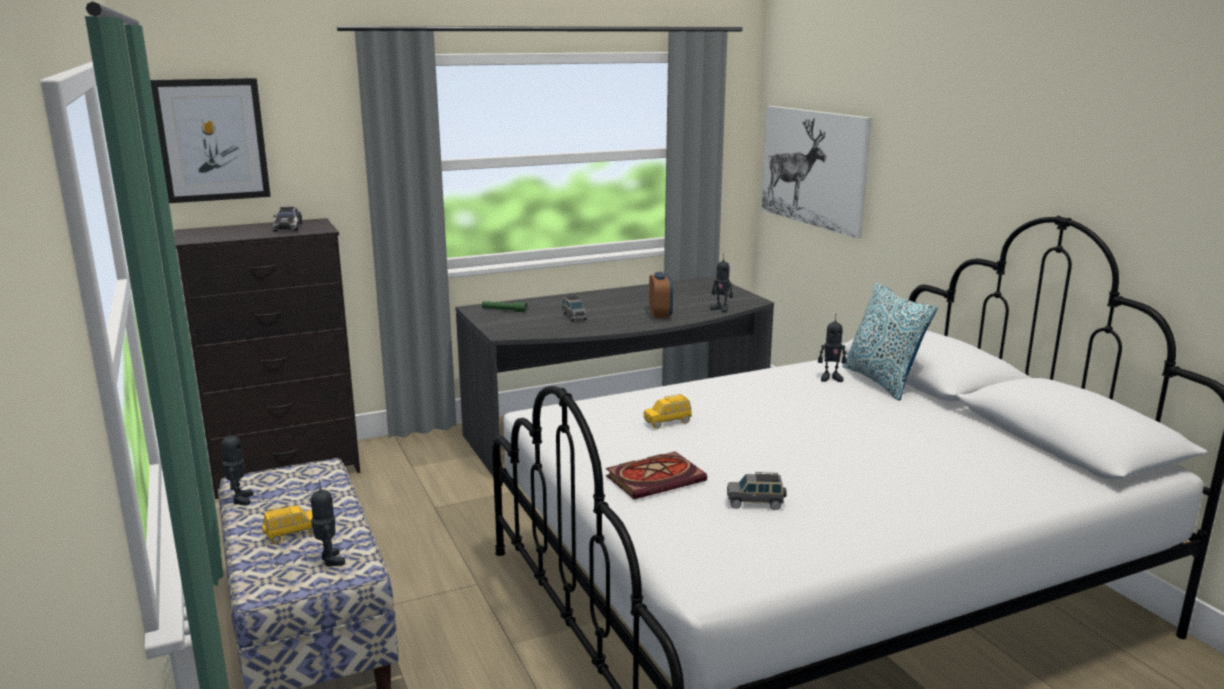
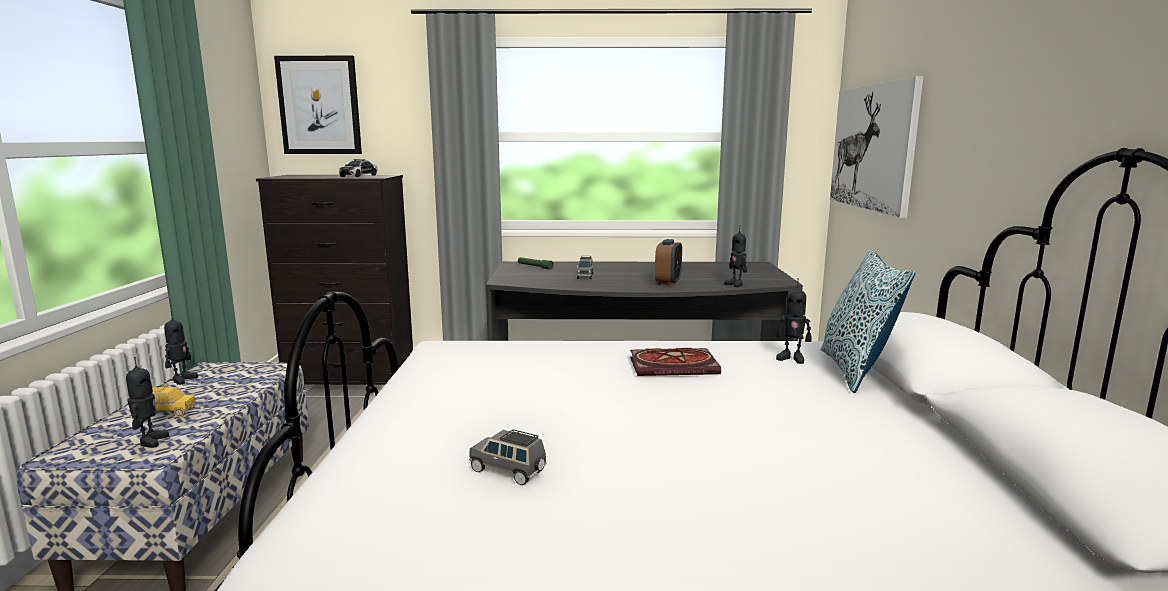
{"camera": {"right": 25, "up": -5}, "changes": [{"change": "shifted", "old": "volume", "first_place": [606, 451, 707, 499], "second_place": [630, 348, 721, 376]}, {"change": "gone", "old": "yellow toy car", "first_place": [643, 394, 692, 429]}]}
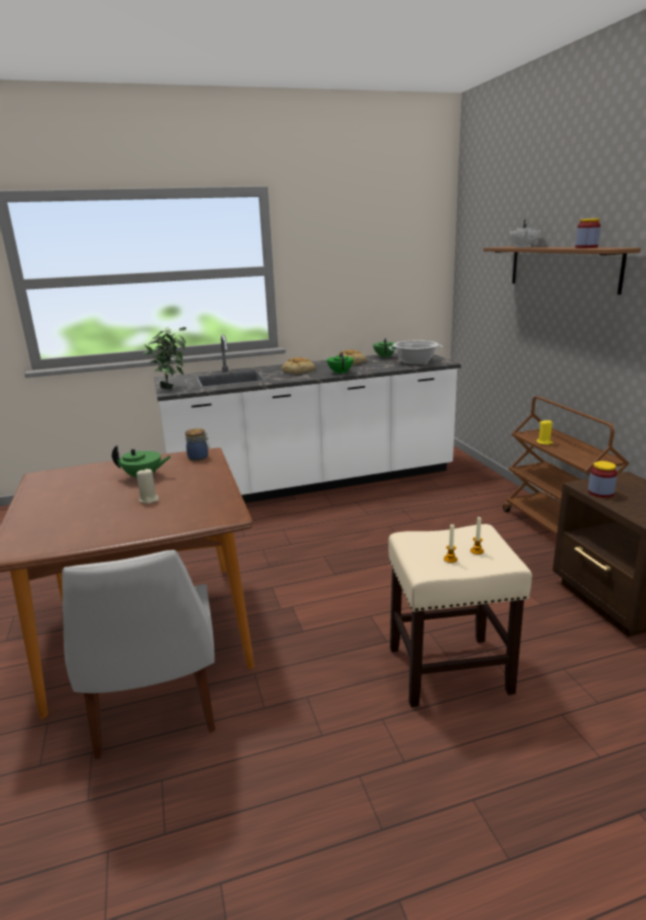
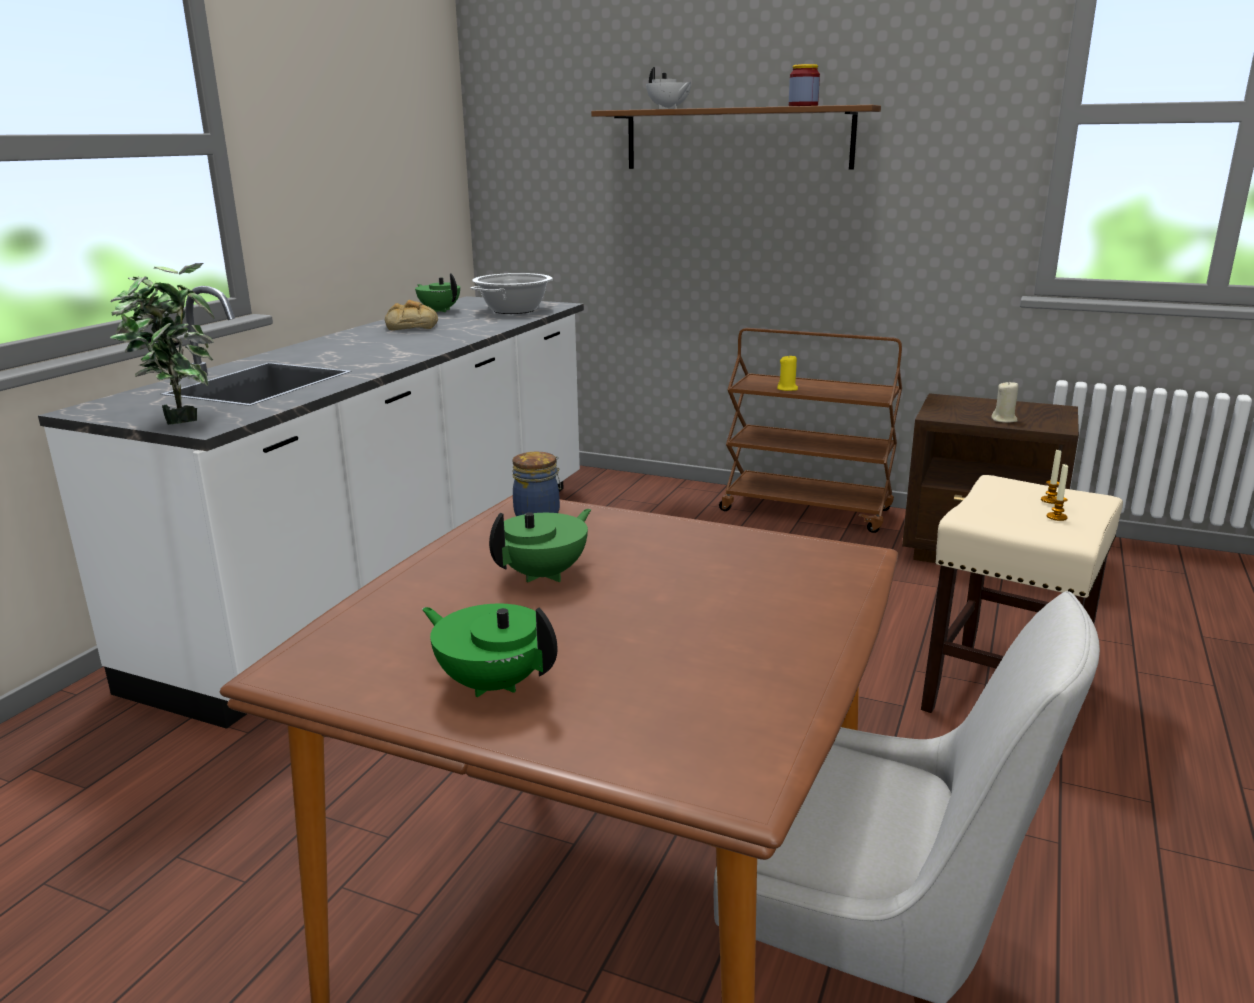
{"camera": {"right": -50, "up": 0}, "changes": [{"change": "shifted", "old": "beige-coloured wax candle", "first_place": [136, 469, 159, 504], "second_place": [991, 381, 1018, 423]}, {"change": "gone", "old": "bakery bread", "first_place": [281, 357, 316, 374]}, {"change": "shifted", "old": "green-coloured tea pot", "first_place": [327, 352, 354, 374], "second_place": [422, 604, 557, 697]}, {"change": "gone", "old": "jar", "first_place": [588, 461, 617, 498]}]}
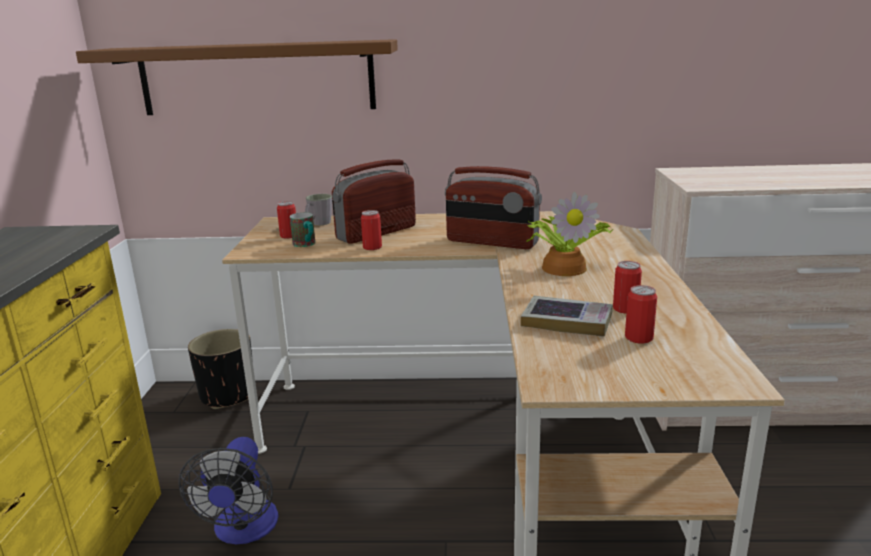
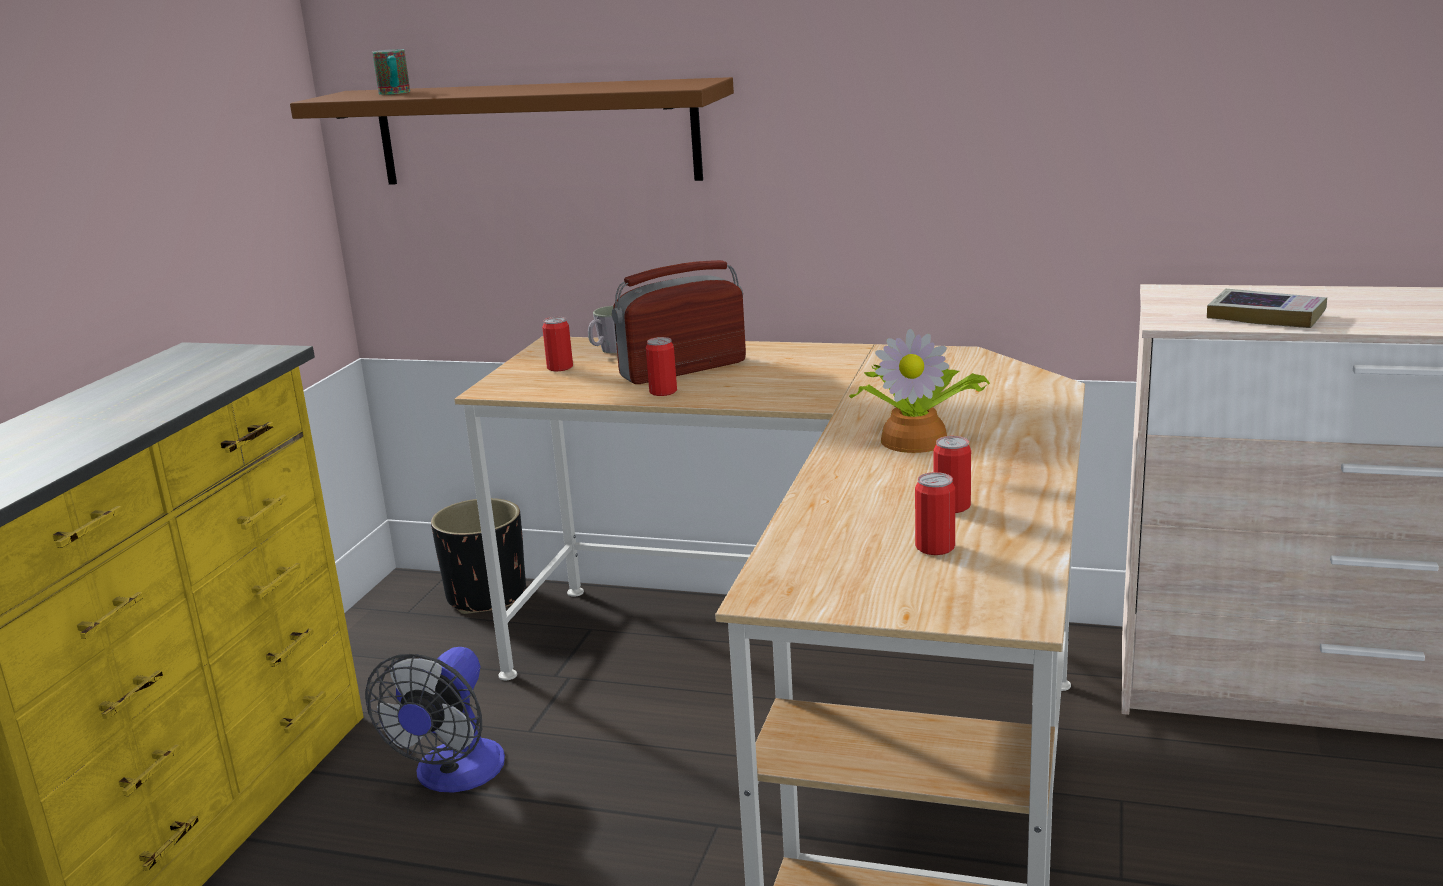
{"camera": {"right": 15, "up": 0}, "changes": [{"change": "shifted", "old": "tea mug", "first_place": [290, 212, 315, 247], "second_place": [372, 49, 410, 95]}, {"change": "gone", "old": "radio receiver", "first_place": [445, 166, 542, 249]}, {"change": "shifted", "old": "volume", "first_place": [521, 296, 613, 337], "second_place": [1207, 289, 1327, 328]}]}
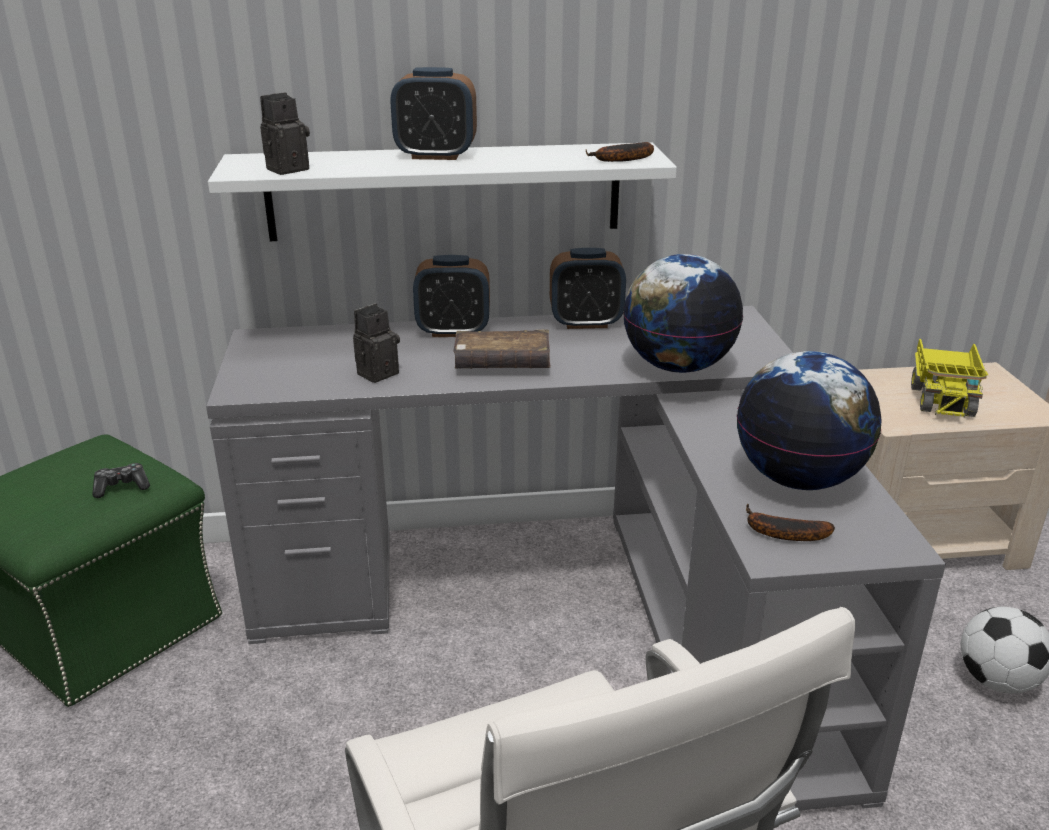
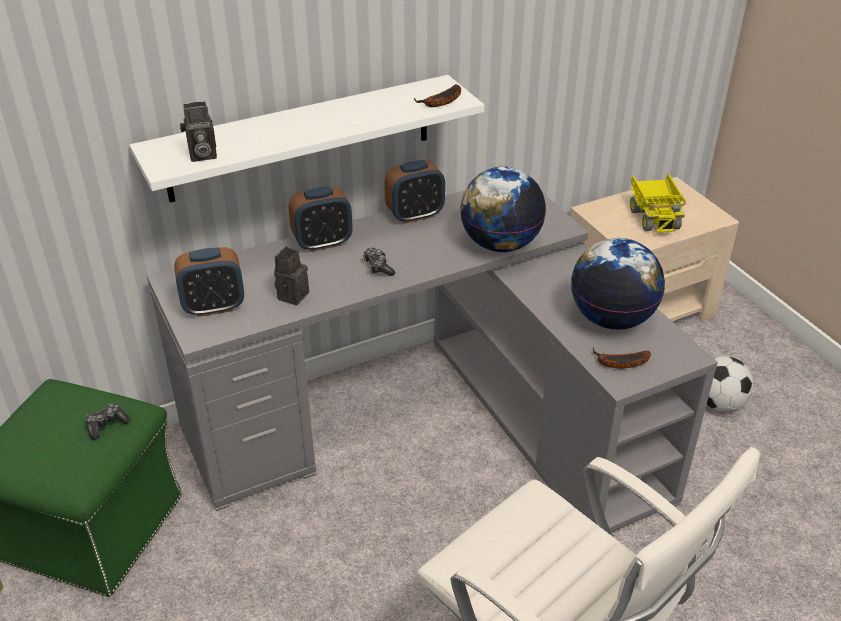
{"camera": {"right": -20, "up": 10}, "changes": [{"change": "rotated", "old": "photo camera", "first_place": [260, 92, 310, 175], "second_place": [180, 101, 217, 162], "degrees": -135}, {"change": "shifted", "old": "alarm clock", "first_place": [390, 67, 477, 160], "second_place": [174, 247, 244, 317]}, {"change": "swapped", "old": "brown-coloured volume", "new": "joypad", "first_place": [453, 329, 551, 369], "second_place": [363, 248, 395, 276]}]}
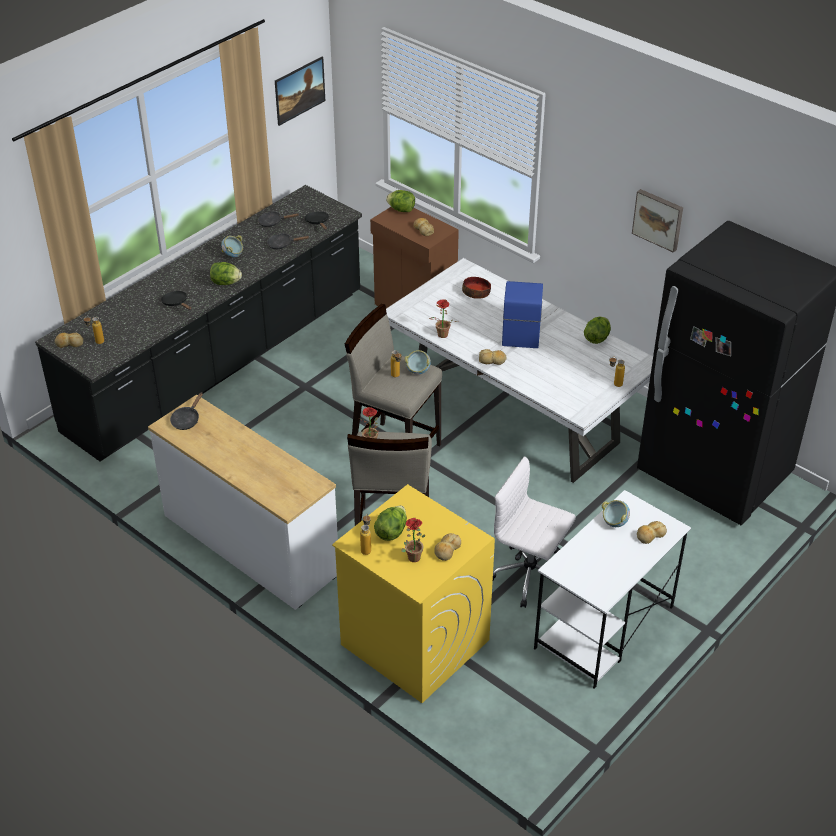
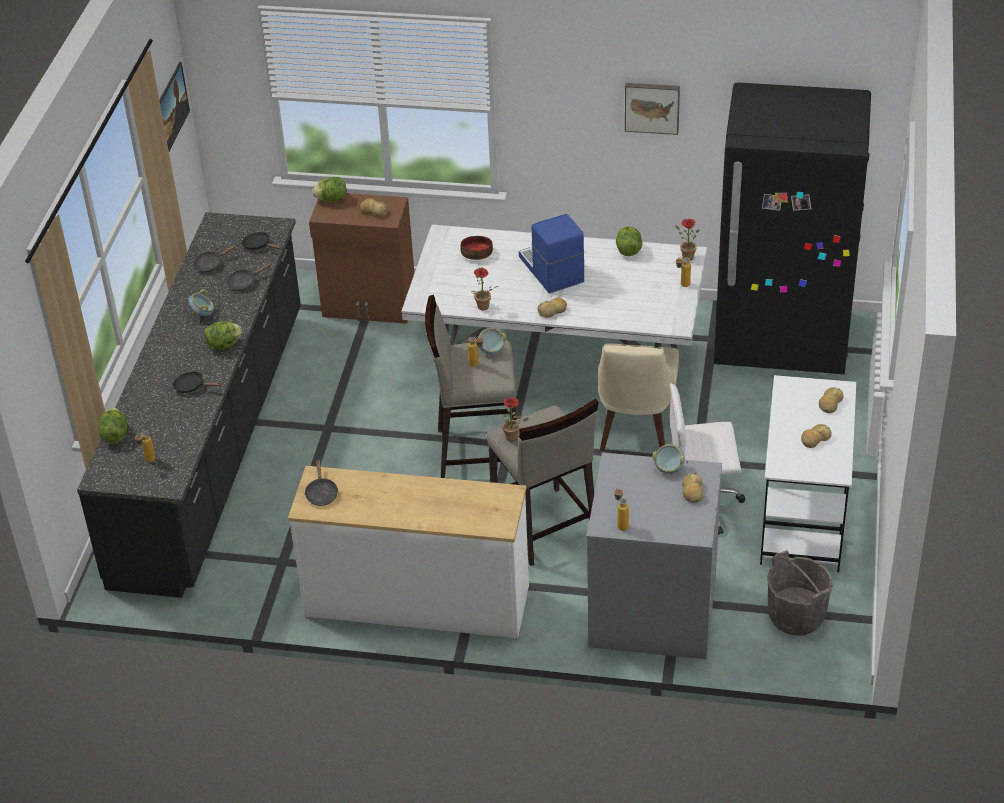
{"camera": {"right": -30, "up": 0}, "changes": [{"change": "shifted", "old": "bakery bread", "first_place": [55, 333, 83, 348], "second_place": [801, 424, 832, 448]}, {"change": "repainted", "old": "yellow laundry machine", "new": "greyish laundry machine", "first_place": [332, 484, 495, 703], "second_place": [587, 452, 722, 659]}, {"change": "shifted", "old": "lettuce head", "first_place": [374, 506, 407, 541], "second_place": [98, 408, 127, 444]}, {"change": "shifted", "old": "houseplant", "first_place": [401, 518, 426, 562], "second_place": [675, 219, 699, 261]}, {"change": "shifted", "old": "serving bowl", "first_place": [602, 500, 630, 527], "second_place": [653, 444, 685, 474]}, {"change": "new", "new": "beige-coloured plain chair", "second_place": [598, 343, 679, 451]}, {"change": "new", "new": "greyish pail", "second_place": [767, 550, 832, 636]}]}
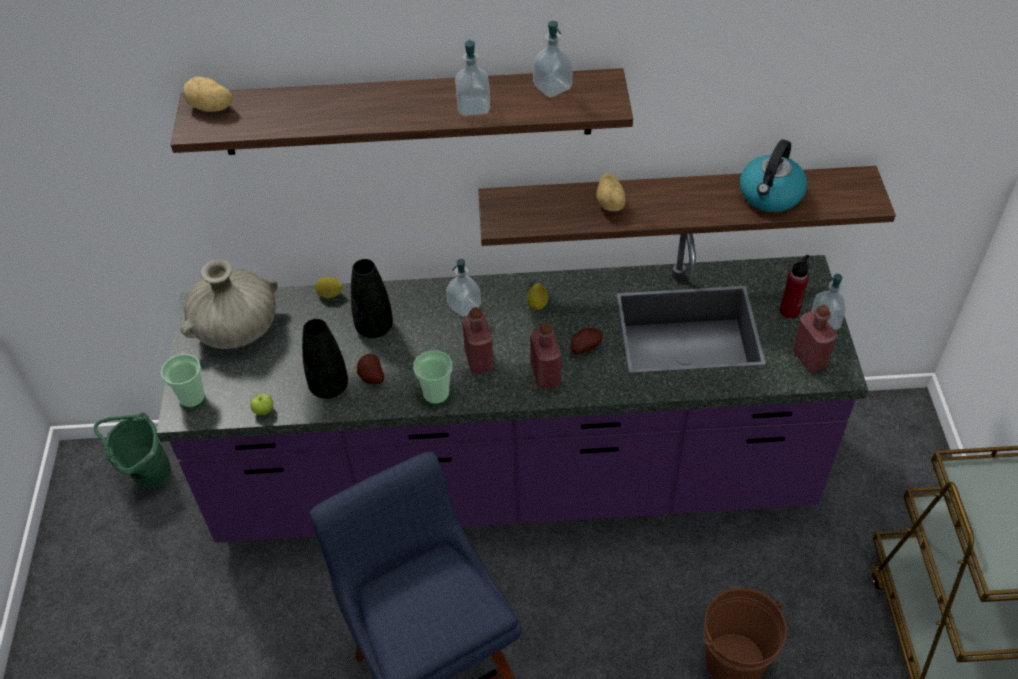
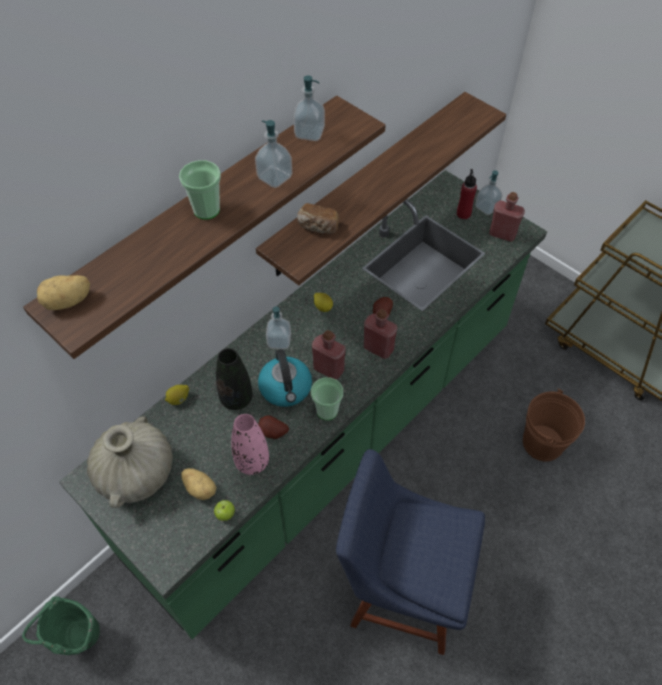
{"camera": {"right": -45, "up": 5}, "changes": [{"change": "repainted", "old": "purple-coloured counter", "new": "green-coloured counter", "first_place": [157, 234, 868, 543], "second_place": [59, 170, 547, 639]}, {"change": "shifted", "old": "cup", "first_place": [161, 354, 205, 408], "second_place": [179, 160, 221, 220]}, {"change": "repainted", "old": "black vase", "new": "pinkish vase", "first_place": [302, 319, 348, 399], "second_place": [231, 414, 269, 475]}, {"change": "shifted", "old": "spud", "first_place": [596, 173, 625, 211], "second_place": [181, 468, 217, 500]}, {"change": "shifted", "old": "kettle", "first_place": [740, 139, 807, 212], "second_place": [258, 349, 312, 407]}, {"change": "new", "new": "bakery bread", "second_place": [297, 203, 339, 234]}]}
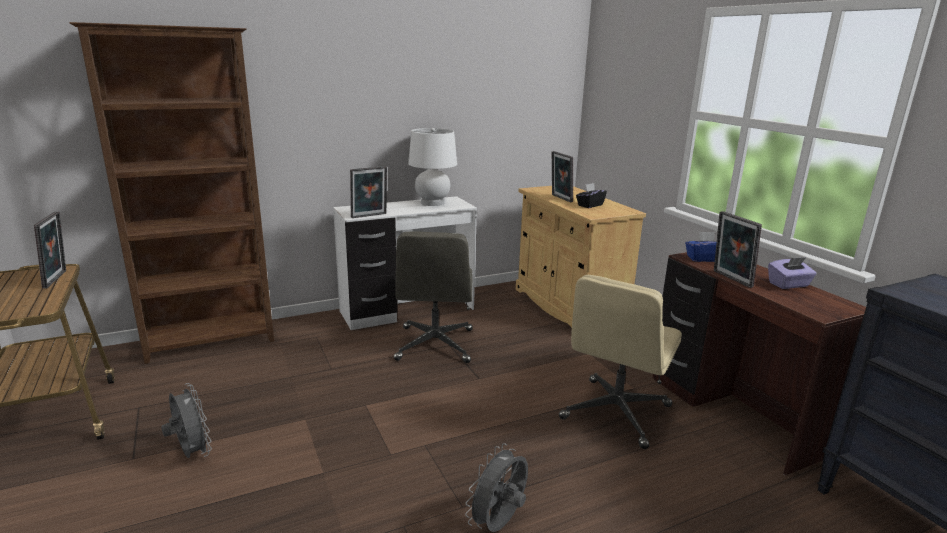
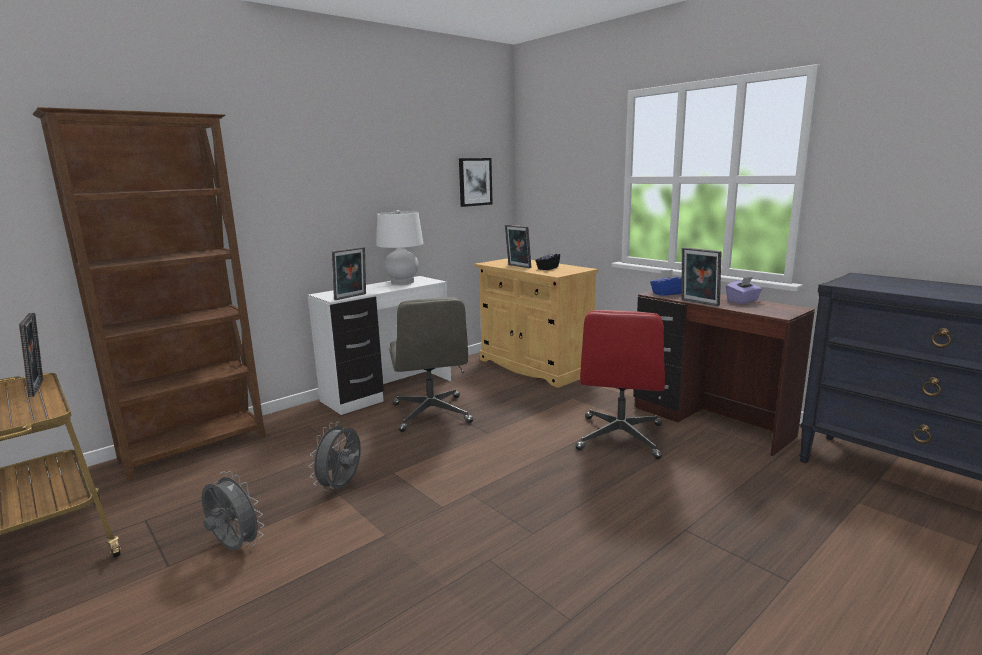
{"camera": {"right": -15, "up": -5}, "changes": [{"change": "shifted", "old": "greyish cooling fan", "first_place": [465, 443, 528, 532], "second_place": [309, 422, 361, 491]}, {"change": "repainted", "old": "beige-coloured office chair", "new": "red-coloured office chair", "first_place": [559, 275, 682, 449], "second_place": [575, 310, 665, 459]}, {"change": "new", "new": "wall art", "second_place": [459, 158, 493, 207]}]}
